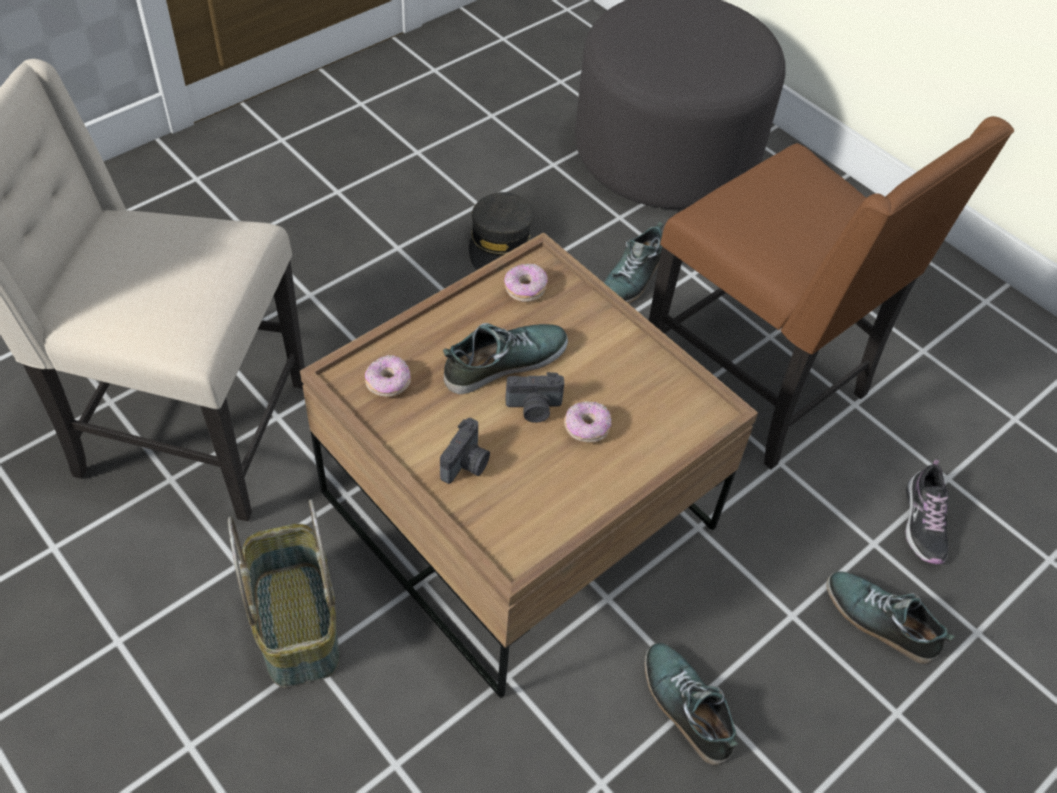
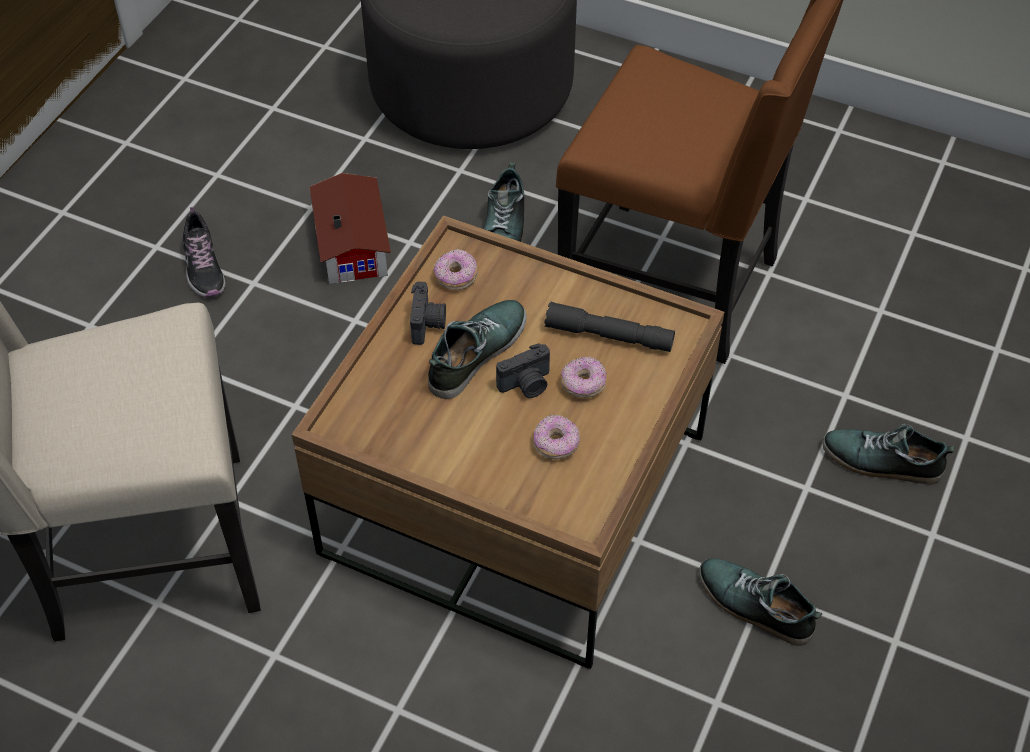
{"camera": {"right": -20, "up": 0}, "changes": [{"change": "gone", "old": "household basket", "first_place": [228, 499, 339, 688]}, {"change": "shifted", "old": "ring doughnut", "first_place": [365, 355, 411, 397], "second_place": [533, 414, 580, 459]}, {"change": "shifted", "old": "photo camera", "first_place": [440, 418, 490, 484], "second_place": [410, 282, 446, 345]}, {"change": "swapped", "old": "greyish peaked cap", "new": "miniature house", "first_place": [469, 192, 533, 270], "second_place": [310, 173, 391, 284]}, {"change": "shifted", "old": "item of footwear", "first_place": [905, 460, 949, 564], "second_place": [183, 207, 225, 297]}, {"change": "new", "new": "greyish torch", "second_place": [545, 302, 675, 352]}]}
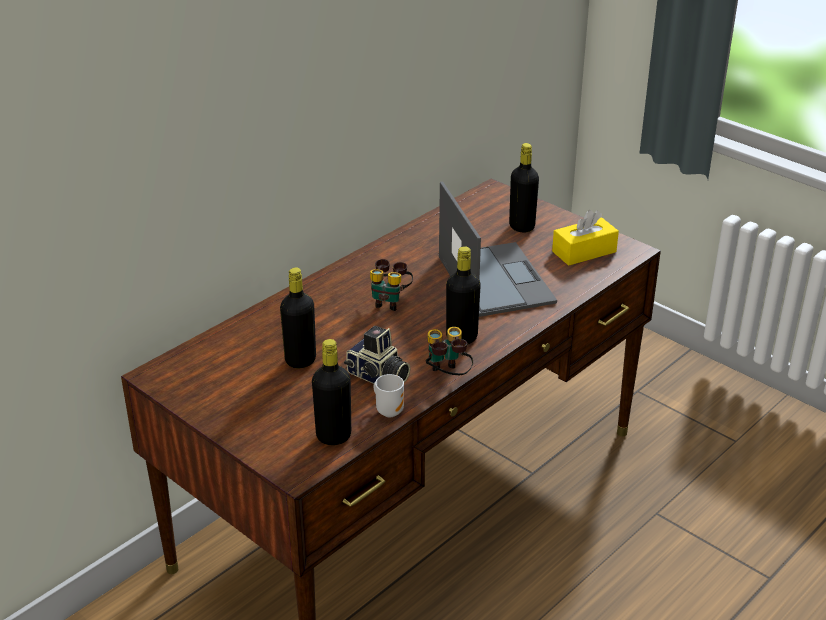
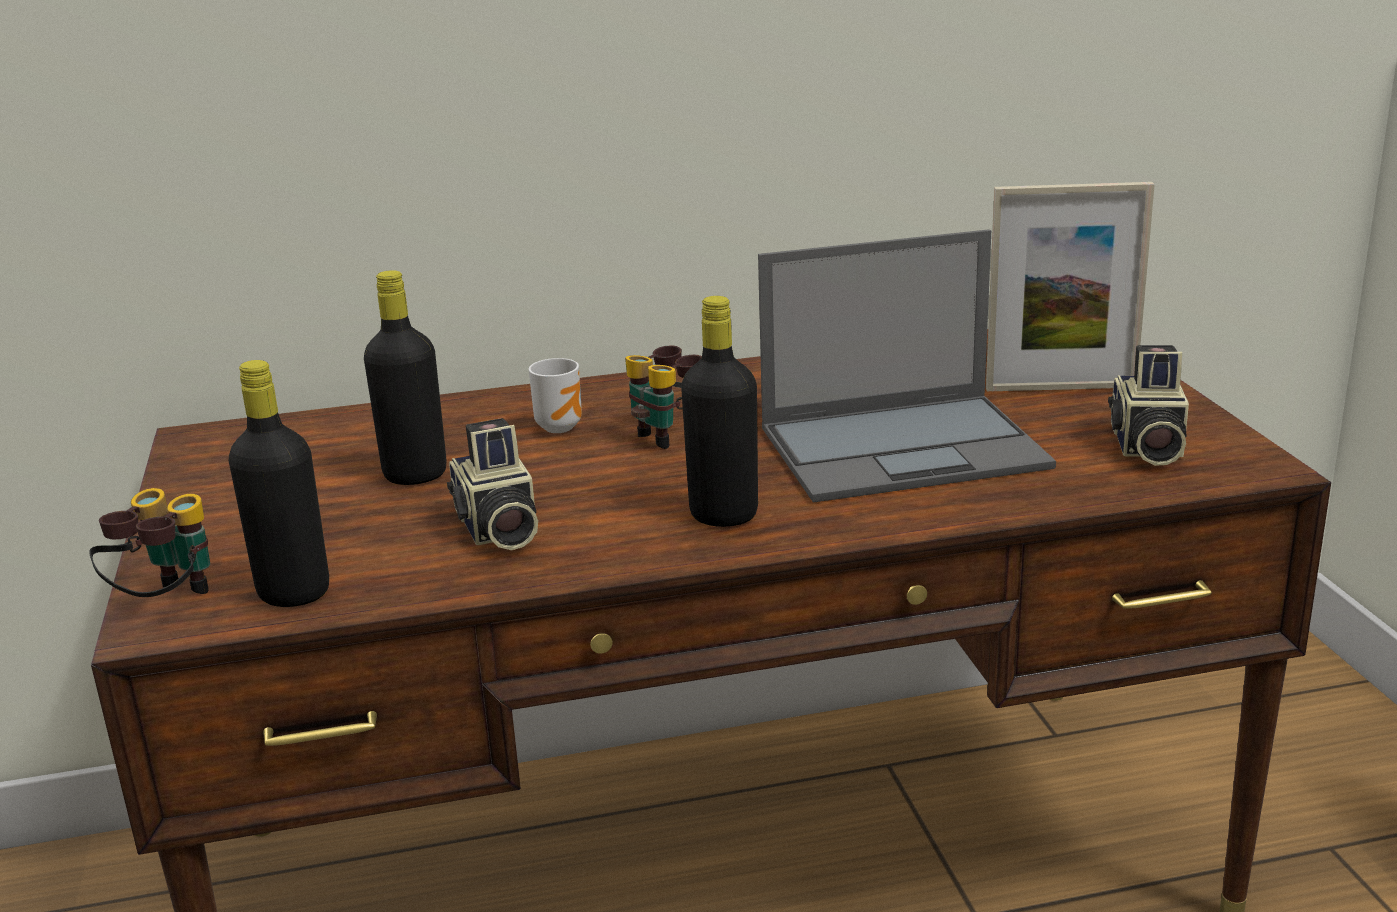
{"camera": {"right": 35, "up": -10}, "changes": [{"change": "shifted", "old": "tea mug", "first_place": [374, 374, 404, 417], "second_place": [529, 358, 582, 433]}, {"change": "shifted", "old": "pair of binoculars", "first_place": [425, 327, 473, 375], "second_place": [89, 488, 210, 597]}, {"change": "rotated", "old": "portable computer", "first_place": [439, 181, 557, 317], "second_place": [758, 229, 1056, 503], "degrees": 60}, {"change": "swapped", "old": "black drink bottle", "new": "photo frame", "first_place": [509, 143, 539, 232], "second_place": [986, 182, 1155, 391]}, {"change": "swapped", "old": "yellow tissue box", "new": "photo camera", "first_place": [552, 210, 619, 266], "second_place": [1108, 345, 1189, 466]}]}
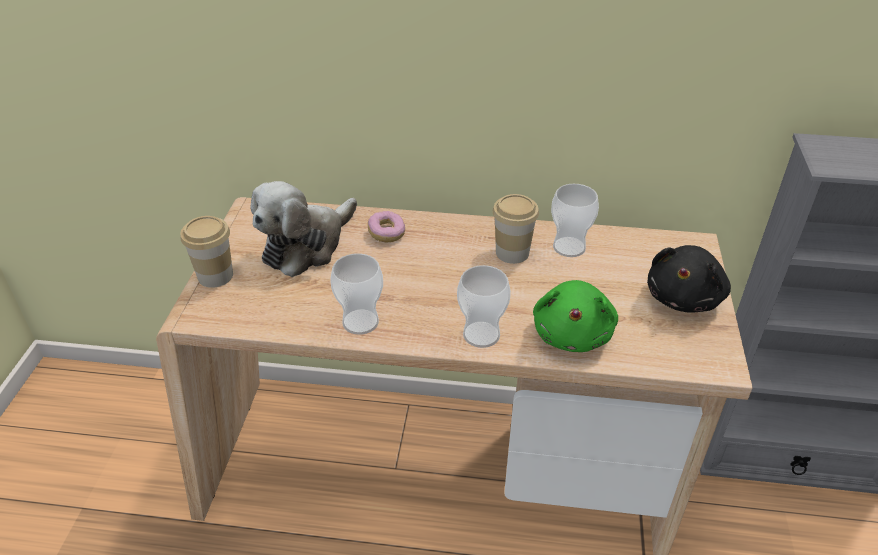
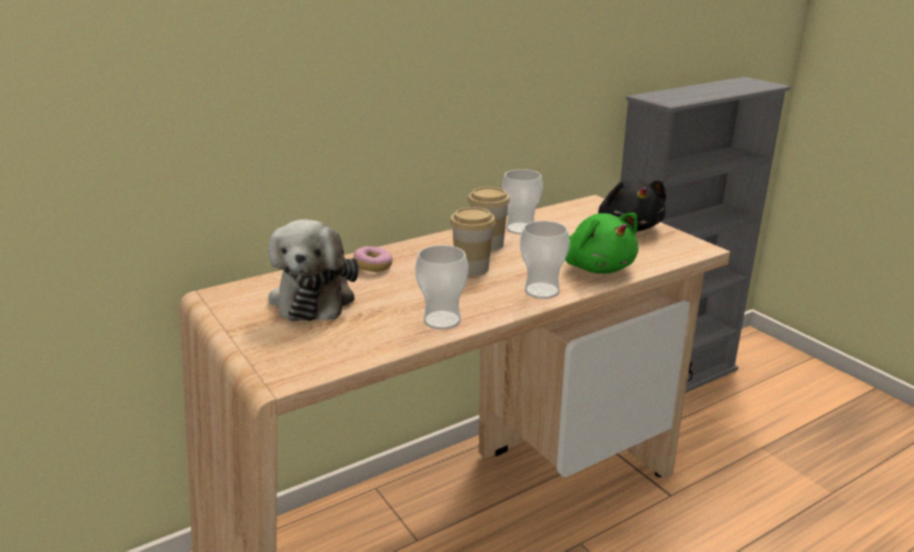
{"camera": {"right": -40, "up": -15}, "changes": [{"change": "shifted", "old": "cup", "first_place": [180, 216, 233, 288], "second_place": [450, 207, 495, 276]}]}
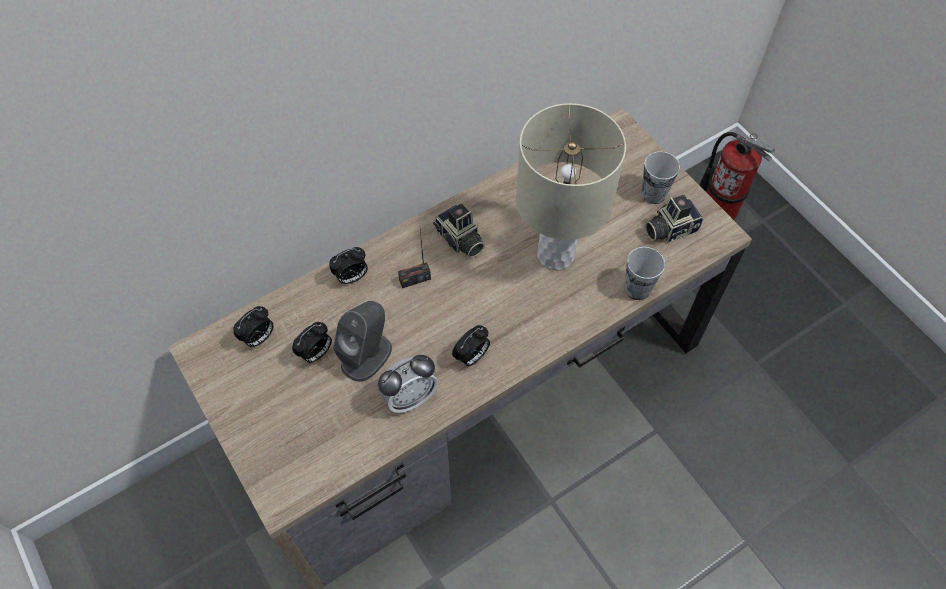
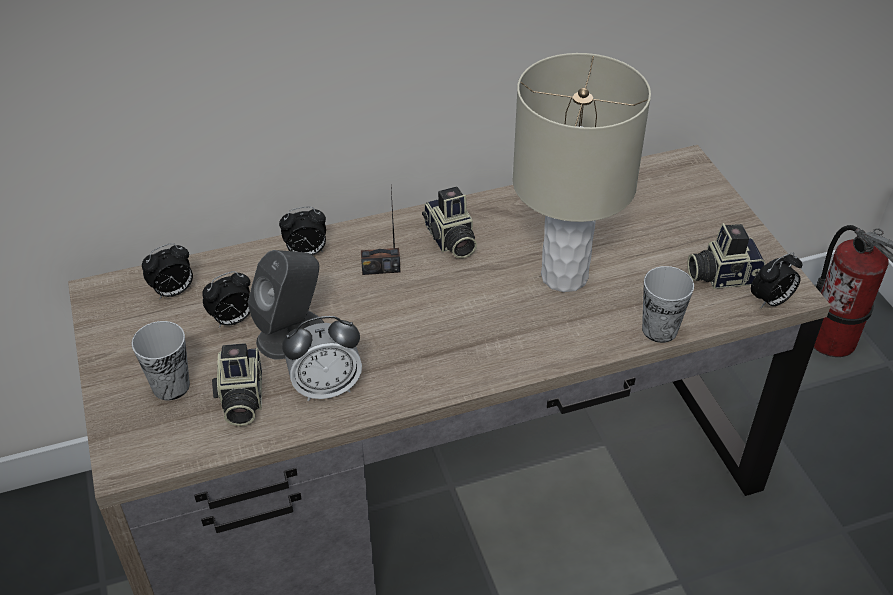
{"camera": {"right": 15, "up": -15}, "changes": [{"change": "shifted", "old": "alarm clock", "first_place": [452, 325, 490, 366], "second_place": [751, 253, 803, 309]}, {"change": "shifted", "old": "cup", "first_place": [641, 151, 680, 204], "second_place": [132, 321, 190, 401]}, {"change": "new", "new": "photo camera", "second_place": [212, 343, 262, 426]}]}
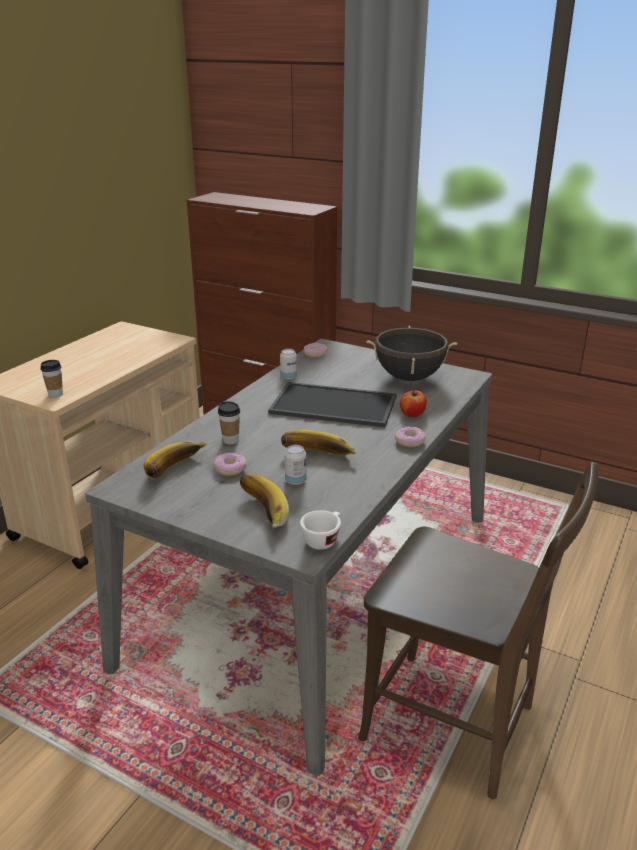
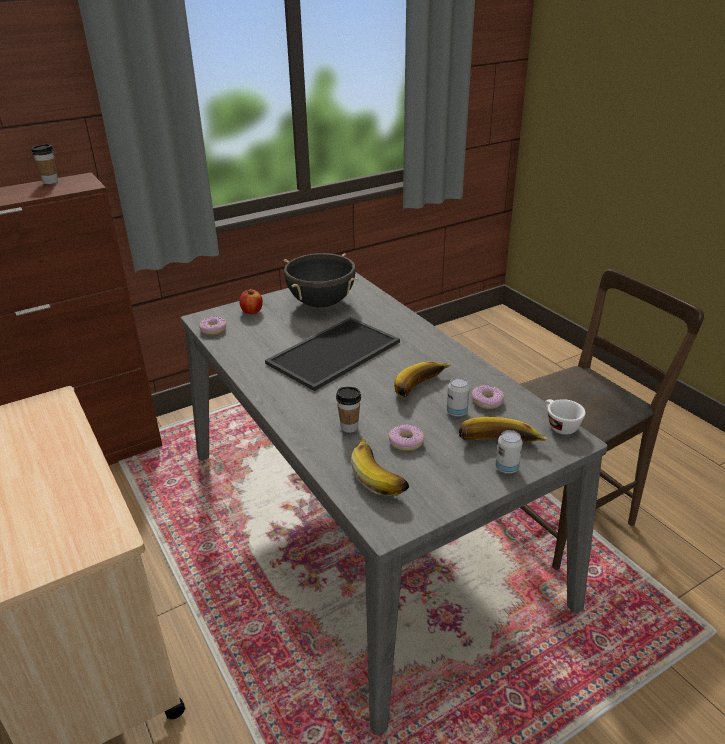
{"camera": {"right": -60, "up": 5}, "changes": [{"change": "shifted", "old": "cup", "first_place": [40, 360, 63, 398], "second_place": [31, 144, 58, 184]}, {"change": "shifted", "old": "sealed can", "first_place": [280, 349, 297, 380], "second_place": [495, 430, 523, 474]}, {"change": "shifted", "old": "ring doughnut", "first_place": [395, 427, 426, 447], "second_place": [472, 385, 504, 409]}, {"change": "shifted", "old": "apple fruit", "first_place": [400, 389, 427, 417], "second_place": [239, 289, 263, 314]}]}
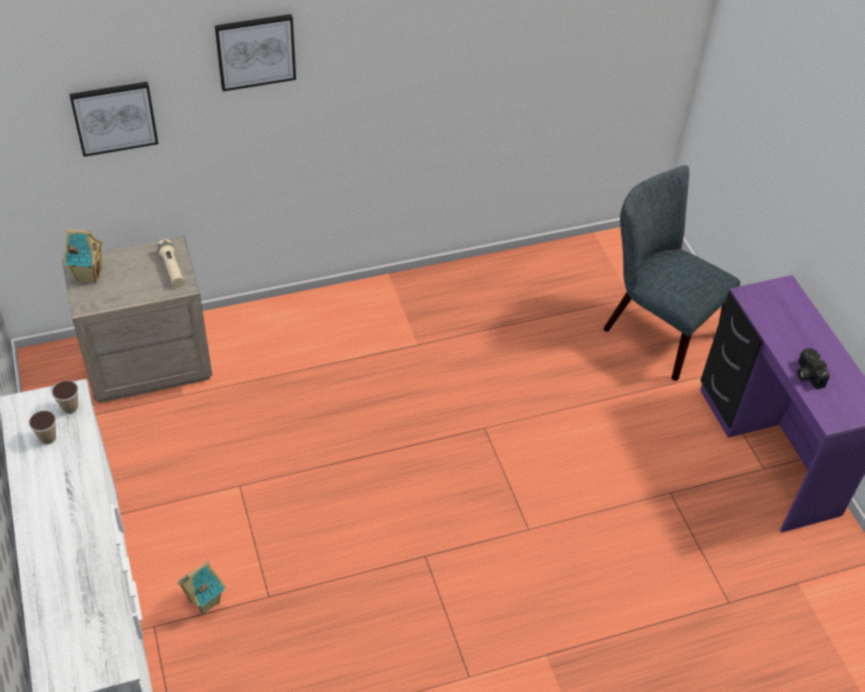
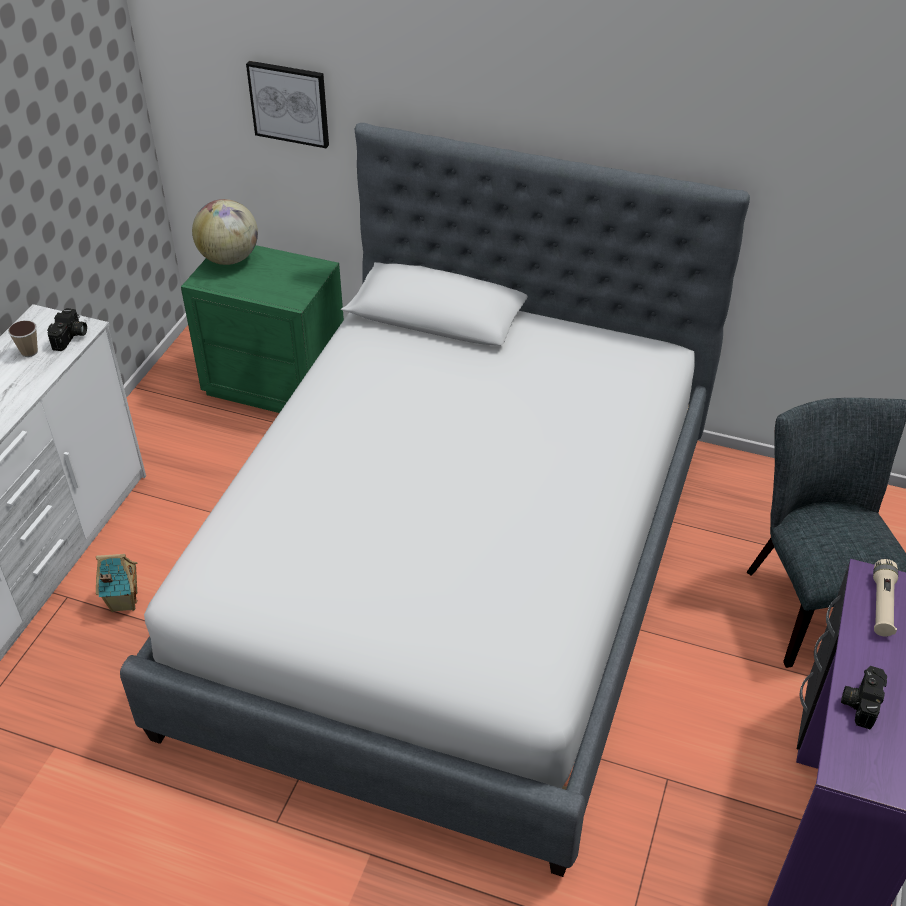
{"camera": {"right": 40, "up": -5}, "changes": [{"change": "swapped", "old": "cup", "new": "photo camera", "first_place": [51, 380, 78, 414], "second_place": [47, 308, 87, 351]}, {"change": "repainted", "old": "beige-coloured night table", "new": "green-coloured night table", "first_place": [62, 236, 212, 403], "second_place": [181, 245, 344, 413]}, {"change": "swapped", "old": "miniature house", "new": "world globe", "first_place": [63, 229, 103, 283], "second_place": [192, 199, 258, 265]}, {"change": "shifted", "old": "beige-coloured torch", "first_place": [157, 239, 186, 288], "second_place": [873, 559, 898, 637]}, {"change": "gone", "old": "wall art", "first_place": [215, 14, 296, 91]}, {"change": "new", "new": "bedroom bed", "second_place": [120, 123, 750, 877]}]}
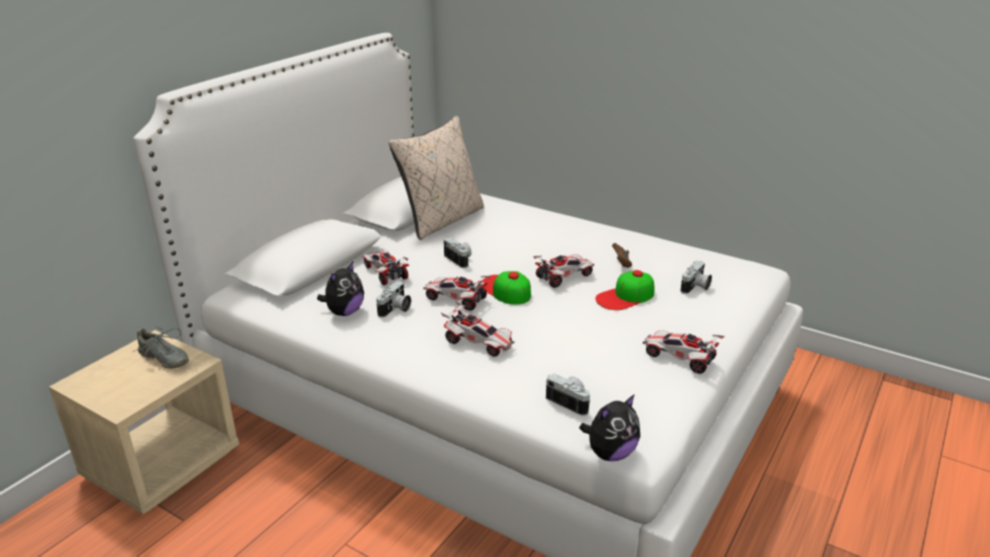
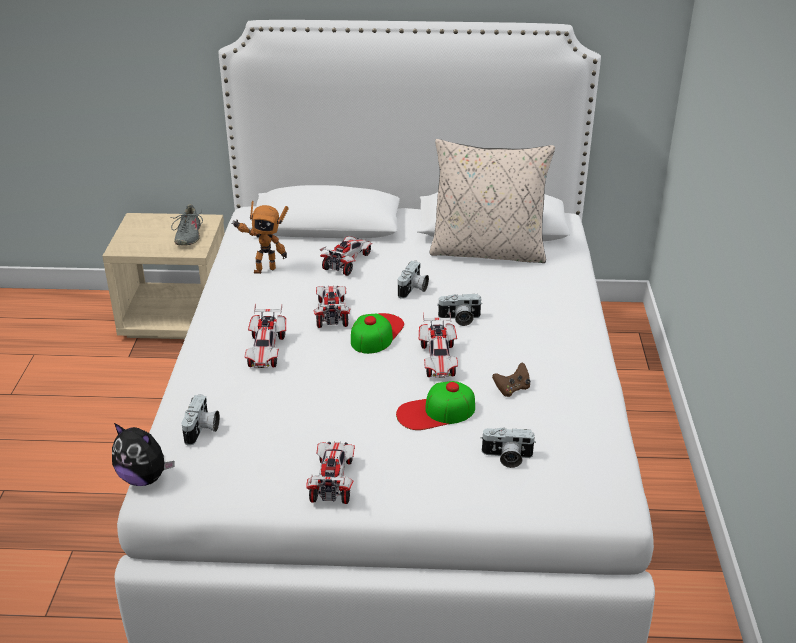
{"camera": {"right": 60, "up": 5}, "changes": [{"change": "swapped", "old": "soft toy", "new": "model robot", "first_place": [317, 260, 364, 316], "second_place": [231, 201, 289, 274]}, {"change": "shifted", "old": "photo camera", "first_place": [376, 281, 411, 318], "second_place": [438, 294, 483, 326]}, {"change": "rotated", "old": "toy car", "first_place": [533, 254, 594, 288], "second_place": [419, 312, 458, 378], "degrees": 60}, {"change": "rotated", "old": "peaked cap", "first_place": [595, 270, 654, 310], "second_place": [396, 381, 475, 430], "degrees": -45}]}
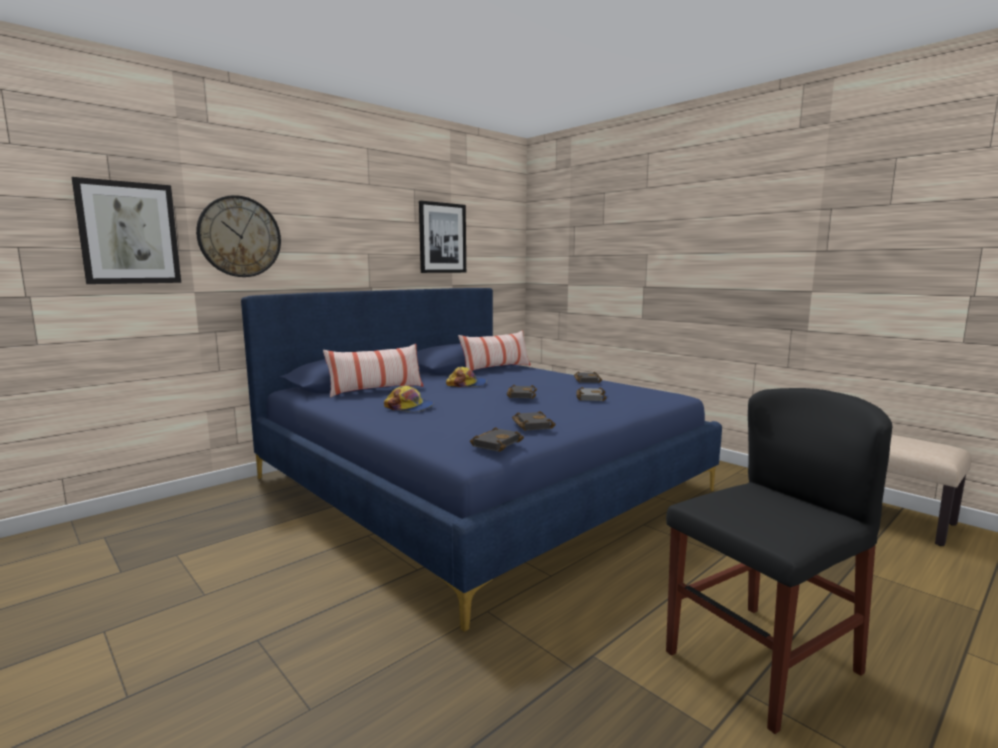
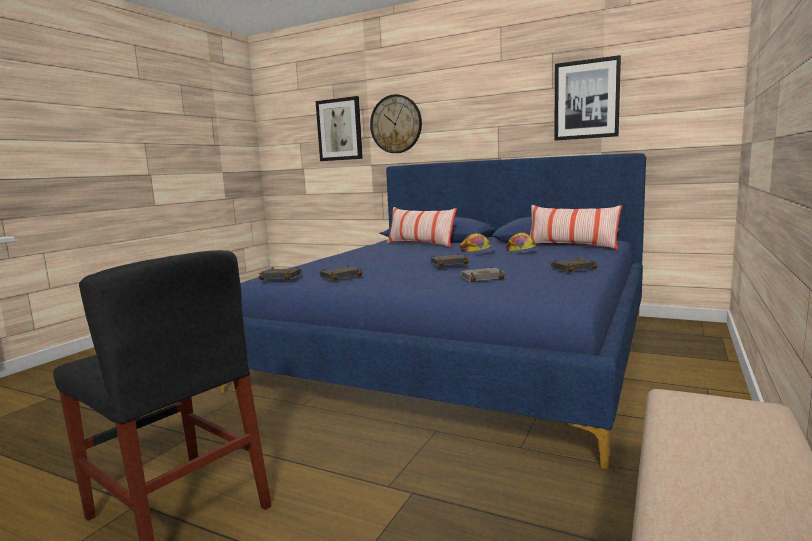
{"camera": {"right": 70, "up": 0}, "changes": [{"change": "shifted", "old": "peaked cap", "first_place": [384, 385, 434, 412], "second_place": [506, 233, 537, 254]}]}
